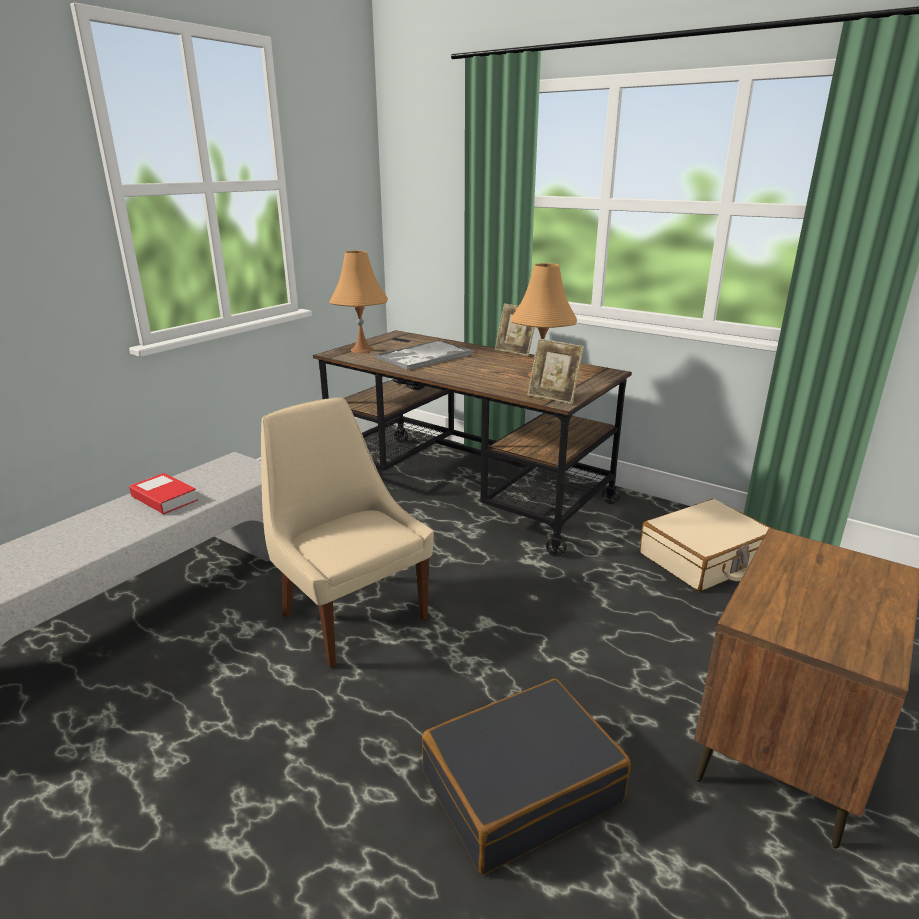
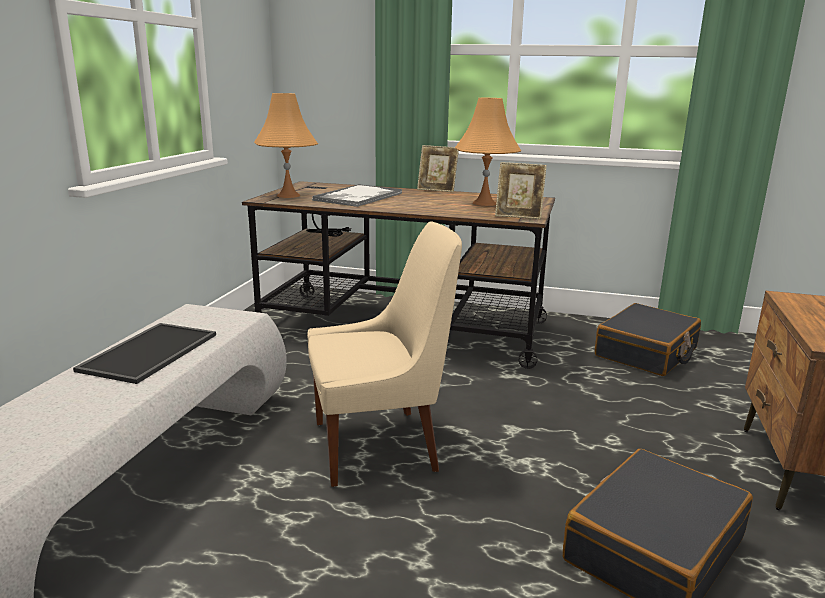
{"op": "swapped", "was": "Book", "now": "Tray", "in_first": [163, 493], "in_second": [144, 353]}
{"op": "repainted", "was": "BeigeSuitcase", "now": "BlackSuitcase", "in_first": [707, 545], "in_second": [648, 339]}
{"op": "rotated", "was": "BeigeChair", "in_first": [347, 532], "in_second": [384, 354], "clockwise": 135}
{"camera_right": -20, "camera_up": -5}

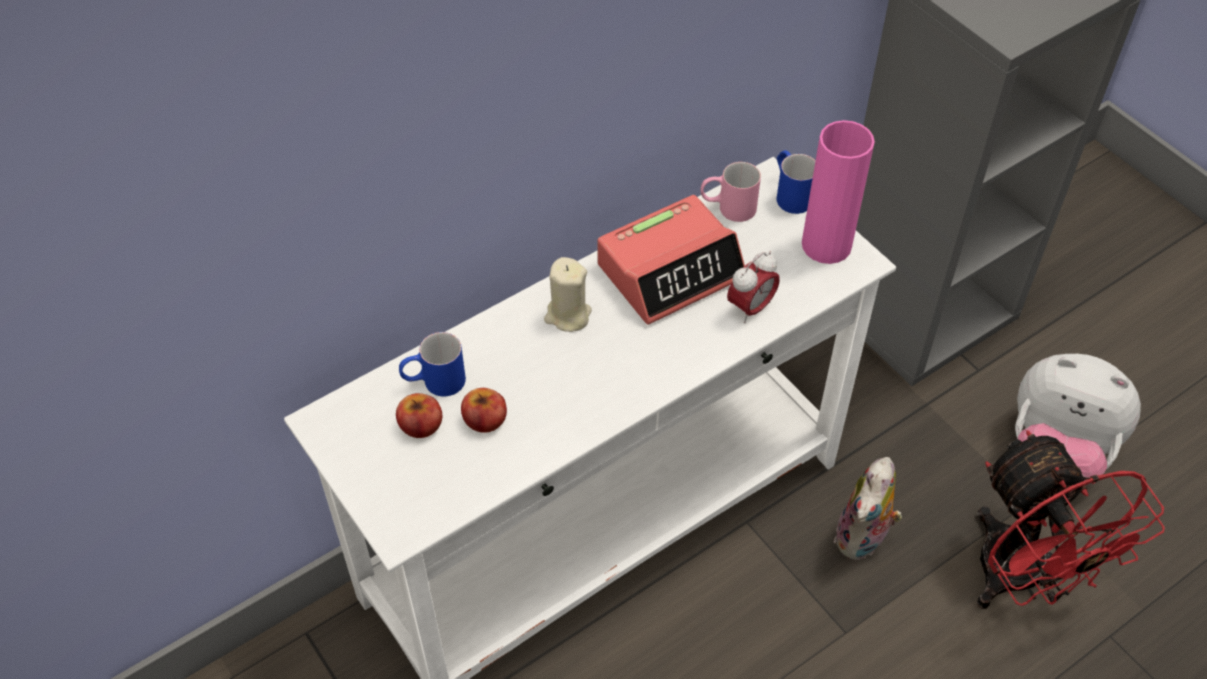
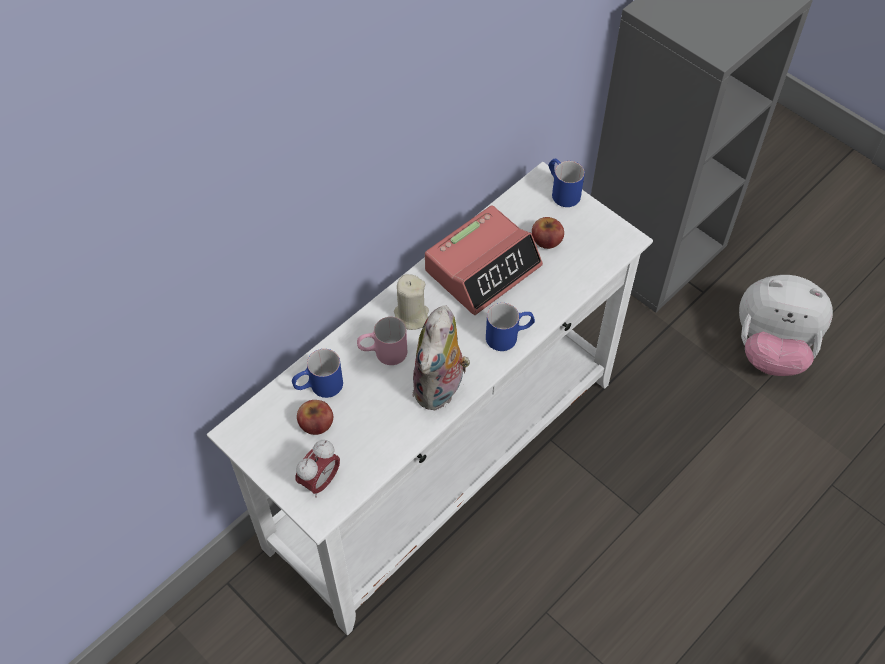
{"op": "gone", "was": "PinkVase", "in_first": [838, 192]}
{"op": "gone", "was": "RedFan", "in_first": [1071, 519]}
{"op": "new", "now": "BlueMug", "in_second": [510, 327]}
{"op": "shifted", "was": "Apple", "in_first": [484, 410], "in_second": [548, 233]}
{"op": "shifted", "was": "PinkMug", "in_first": [731, 192], "in_second": [382, 341]}
{"op": "shifted", "was": "AlarmClock", "in_first": [753, 287], "in_second": [317, 469]}
{"op": "shifted", "was": "PlushToy", "in_first": [868, 508], "in_second": [441, 357]}
{"camera_right": -10, "camera_up": 5}

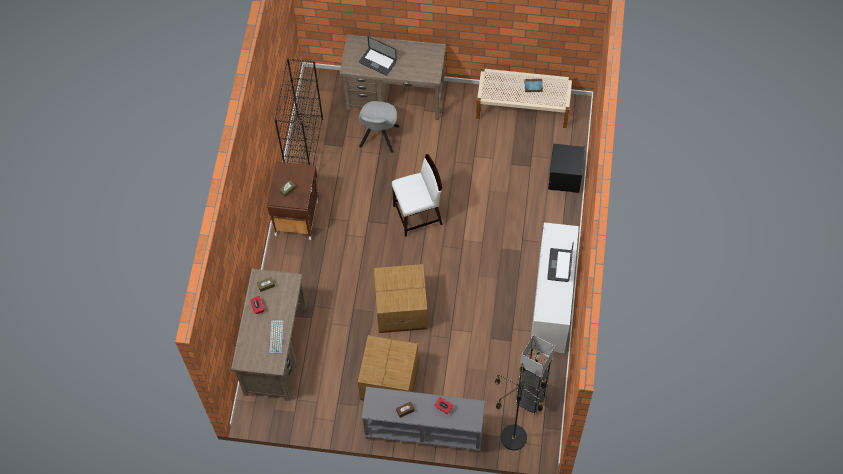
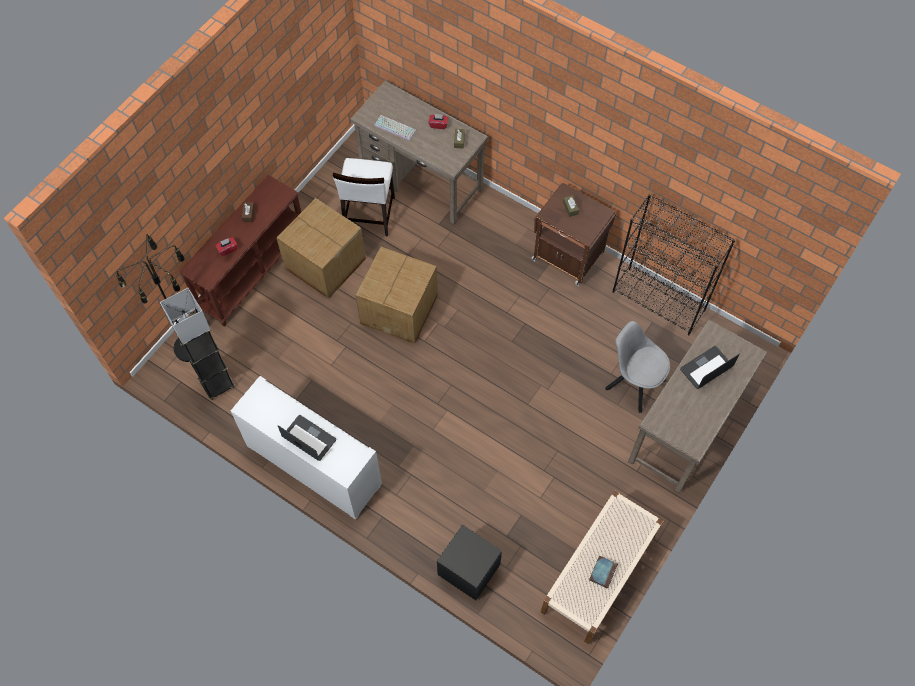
{"op": "shifted", "was": "WhiteChair", "in_first": [417, 195], "in_second": [364, 197]}
{"op": "repainted", "was": "GreyConsoleTable", "now": "BrownConsoleTable", "in_first": [423, 420], "in_second": [240, 251]}
{"camera_right": 115, "camera_up": 0}

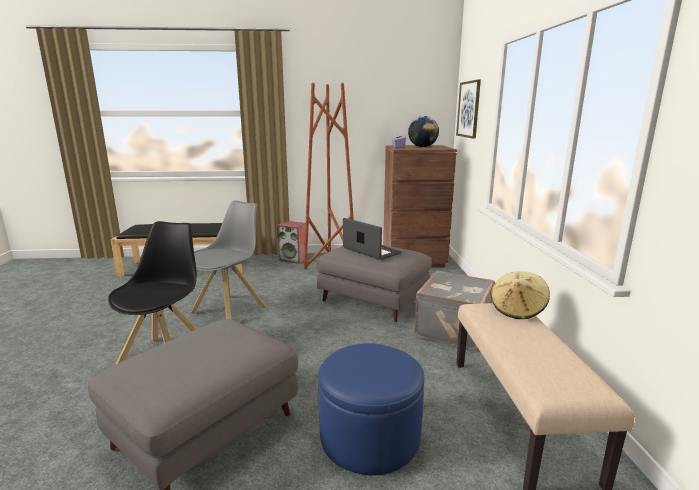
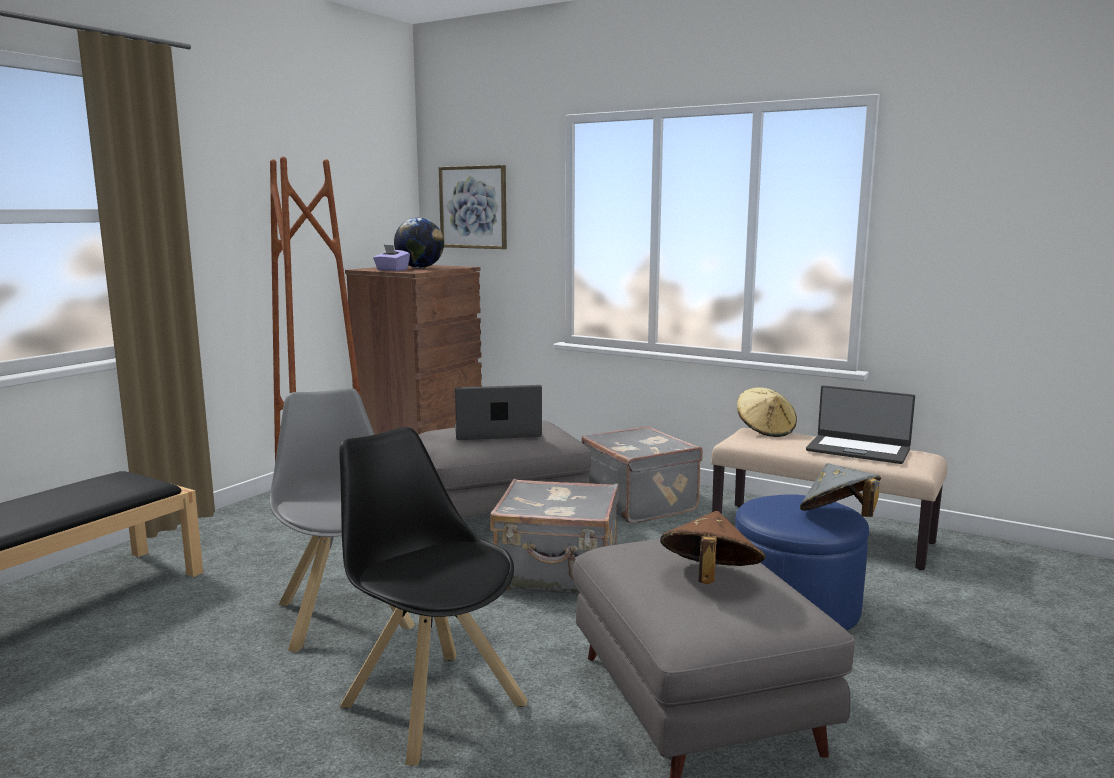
{"op": "gone", "was": "Speaker", "in_first": [291, 242]}
{"op": "new", "now": "GreySuitcase", "in_second": [554, 537]}
{"op": "new", "now": "BrownHat", "in_second": [712, 547]}
{"op": "new", "now": "GreyHat", "in_second": [840, 490]}
{"op": "new", "now": "Laptop", "in_second": [860, 424]}
{"camera_right": -55, "camera_up": -5}

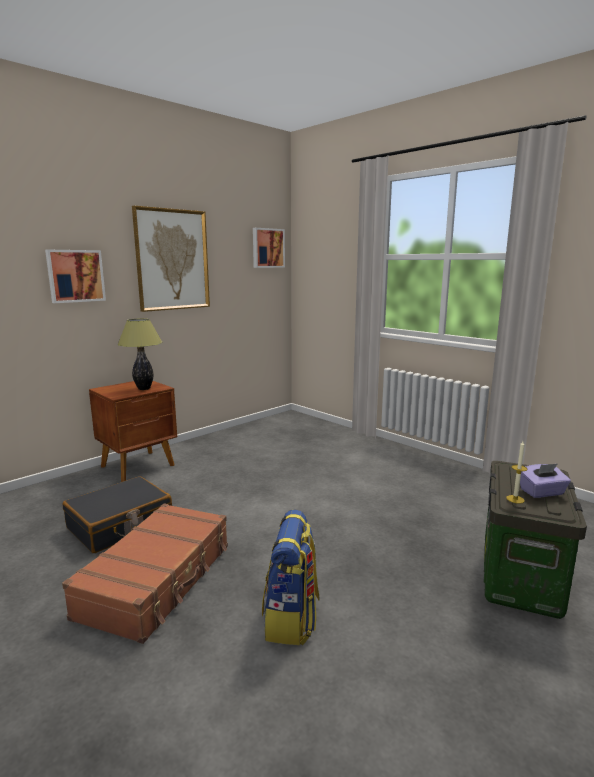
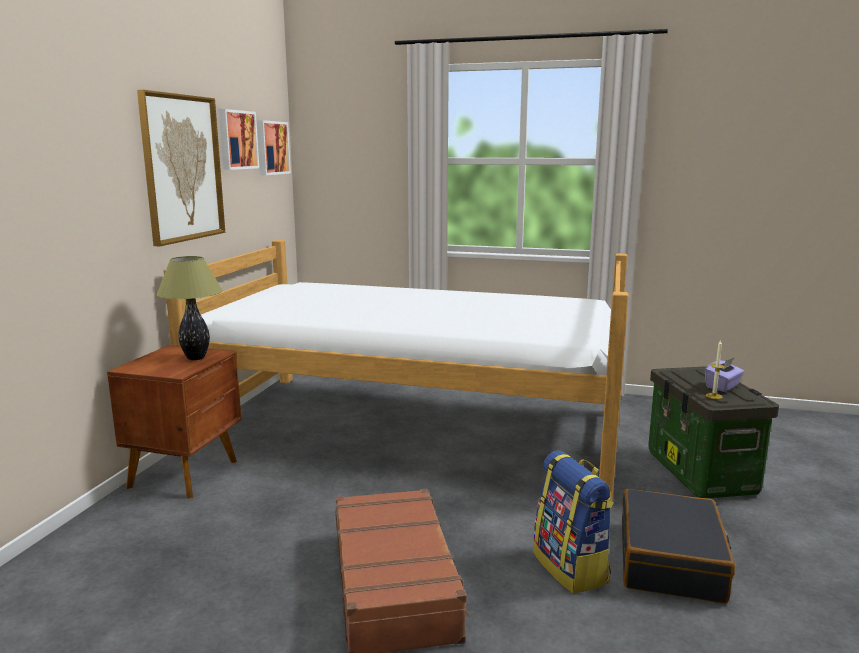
{"op": "new", "now": "Bed", "in_second": [395, 370]}
{"op": "shifted", "was": "Picture", "in_first": [75, 276], "in_second": [239, 139]}
{"op": "shifted", "was": "BlackSuitcase", "in_first": [117, 514], "in_second": [678, 546]}
{"camera_right": -30, "camera_up": 0}

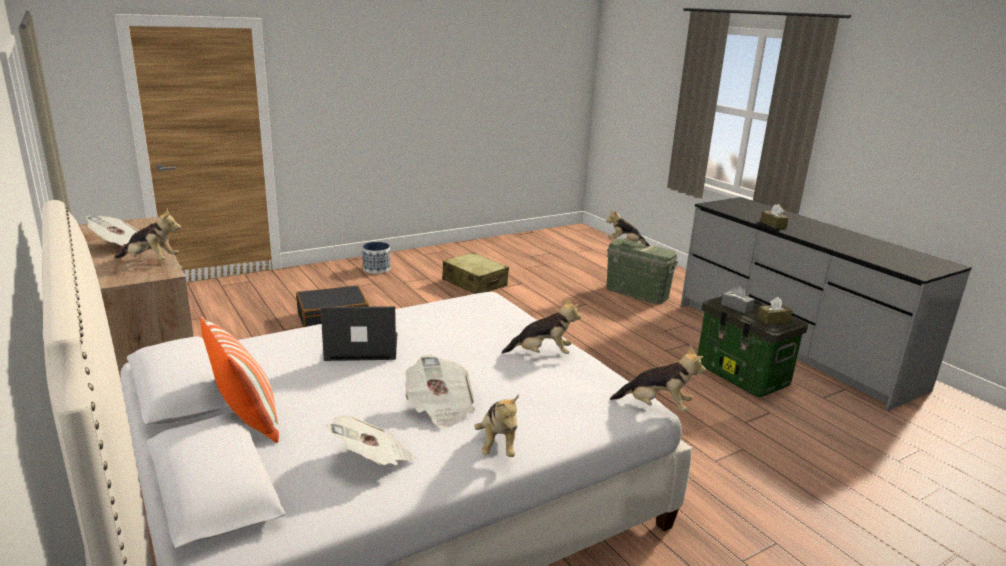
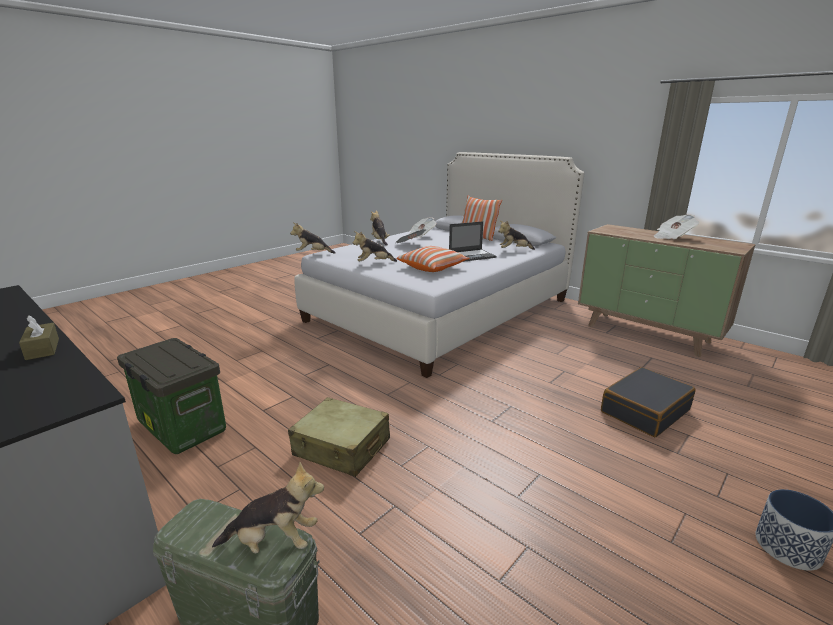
{"op": "gone", "was": "GreyTissueBox", "in_first": [738, 299]}
{"op": "gone", "was": "BrownTissueBox", "in_first": [775, 310]}
{"op": "new", "now": "Pillow", "in_second": [432, 259]}
{"op": "shifted", "was": "PlushToy", "in_first": [148, 234], "in_second": [516, 235]}
{"op": "shifted", "was": "BeigeSuitcase", "in_first": [475, 273], "in_second": [339, 437]}
{"camera_right": 165, "camera_up": 0}

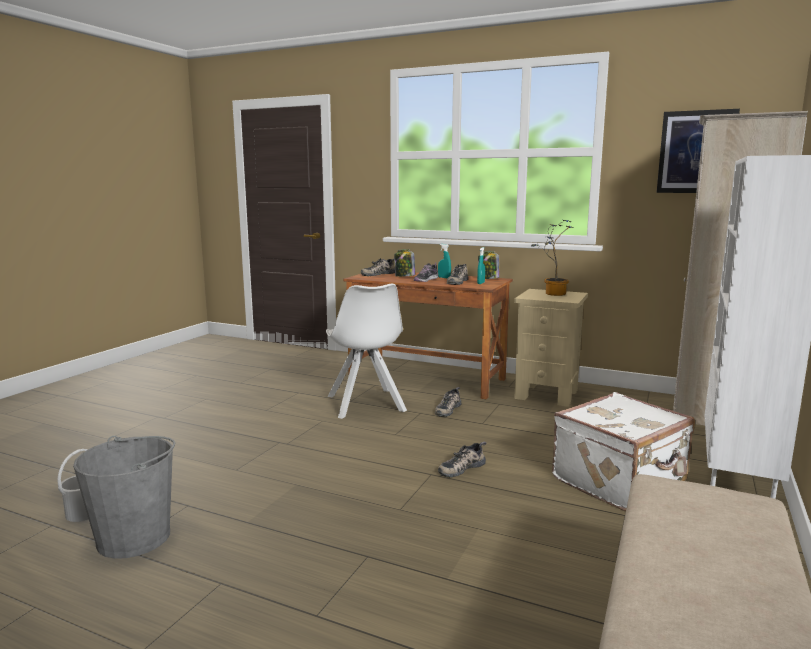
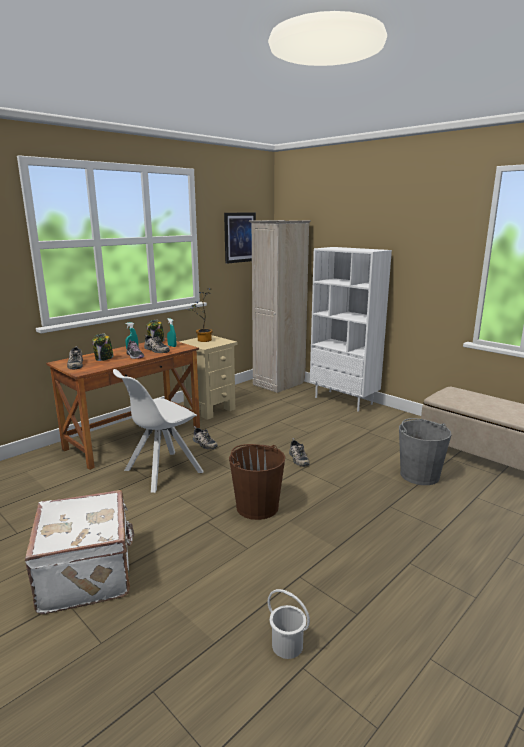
{"op": "new", "now": "BrownBucket", "in_second": [257, 482]}
{"op": "shifted", "was": "GreyBucket", "in_first": [124, 497], "in_second": [425, 451]}
{"op": "shifted", "was": "WhiteSuitcase", "in_first": [623, 451], "in_second": [79, 552]}
{"op": "rotated", "was": "WhiteChair", "in_first": [366, 351], "in_second": [158, 431], "clockwise": 135}
{"camera_right": -70, "camera_up": 5}

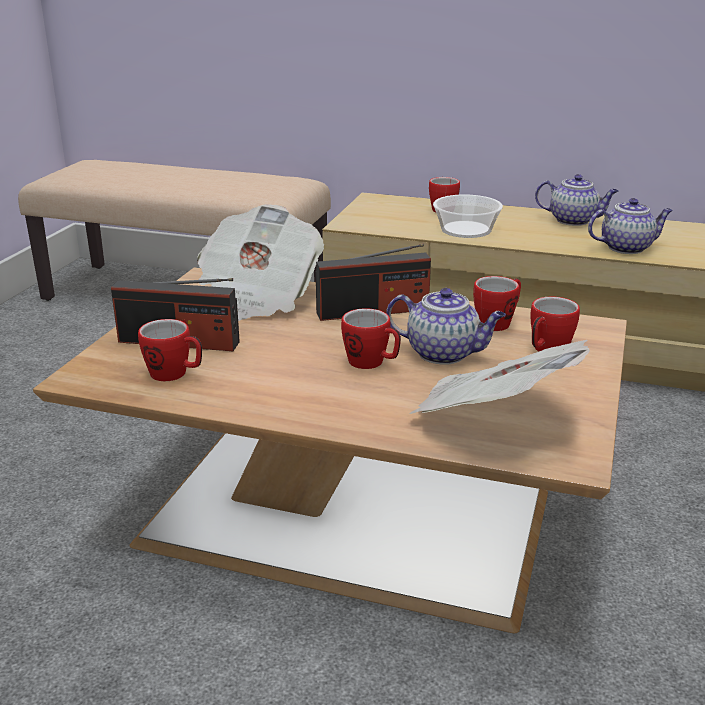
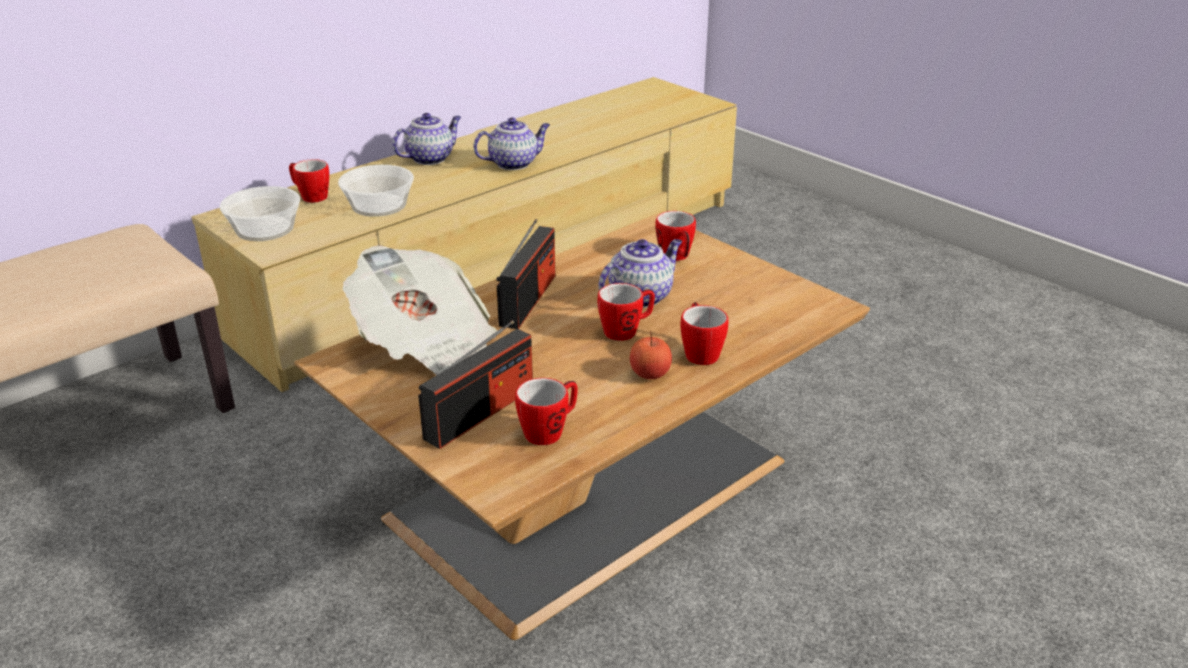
{"op": "gone", "was": "Newspaper", "in_first": [499, 377]}
{"op": "new", "now": "Bowl", "in_second": [259, 213]}
{"op": "new", "now": "Apple", "in_second": [651, 355]}
{"op": "shifted", "was": "Mug", "in_first": [497, 303], "in_second": [704, 333]}
{"op": "rotated", "was": "Teapot", "in_first": [630, 226], "in_second": [511, 143], "clockwise": 45}
{"camera_right": -60, "camera_up": 5}

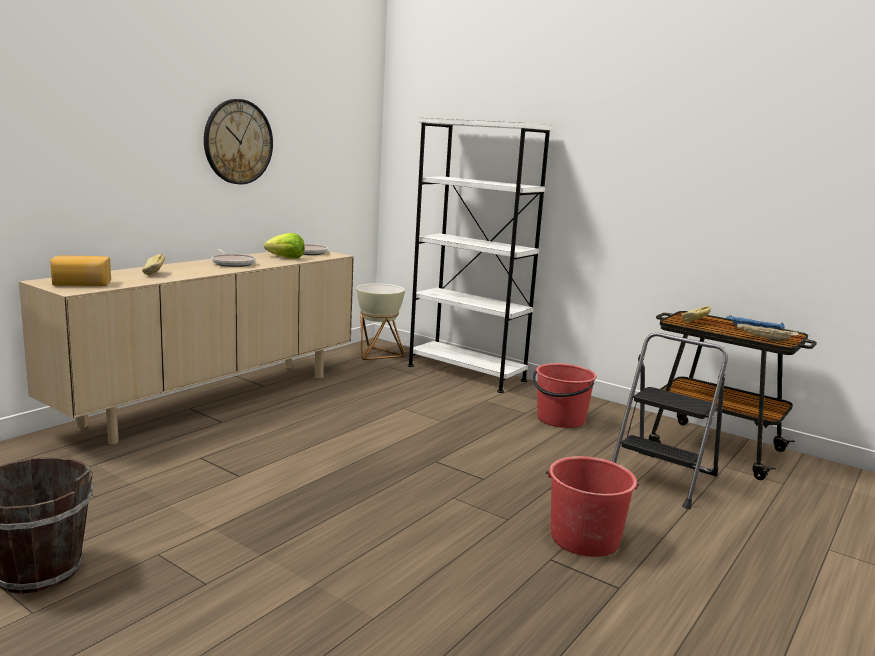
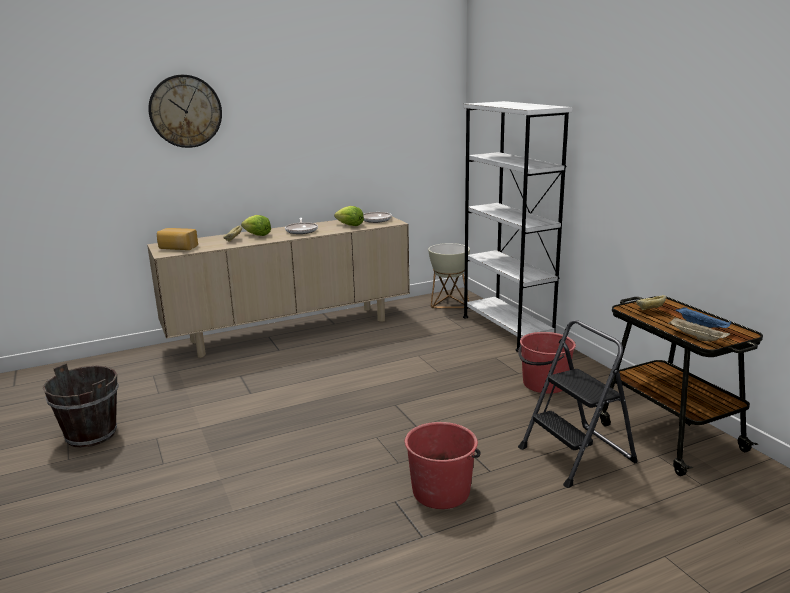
{"op": "new", "now": "Lettuce", "in_second": [256, 225]}
{"op": "shifted", "was": "WallClock", "in_first": [238, 142], "in_second": [185, 111]}
{"camera_right": 30, "camera_up": 5}

